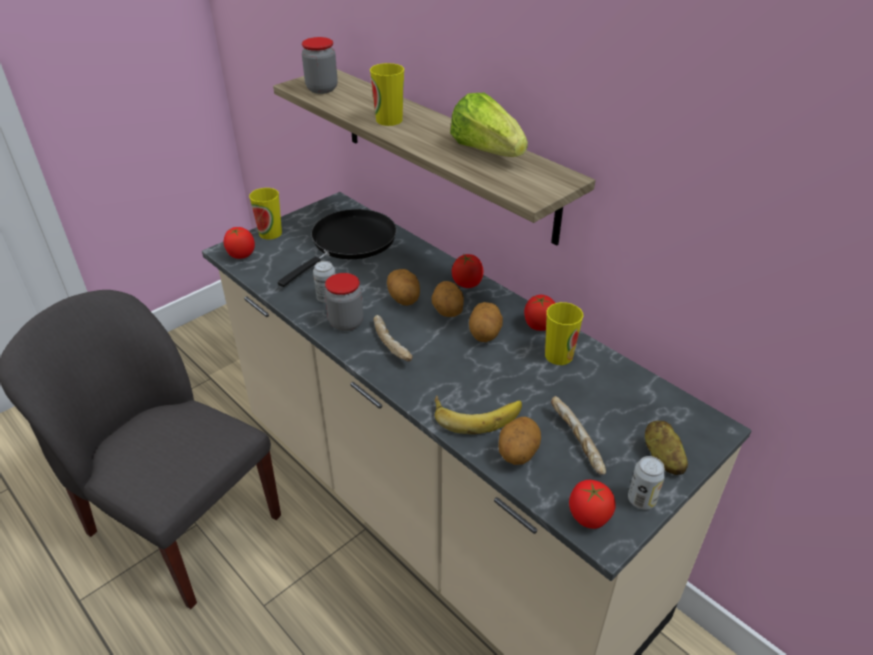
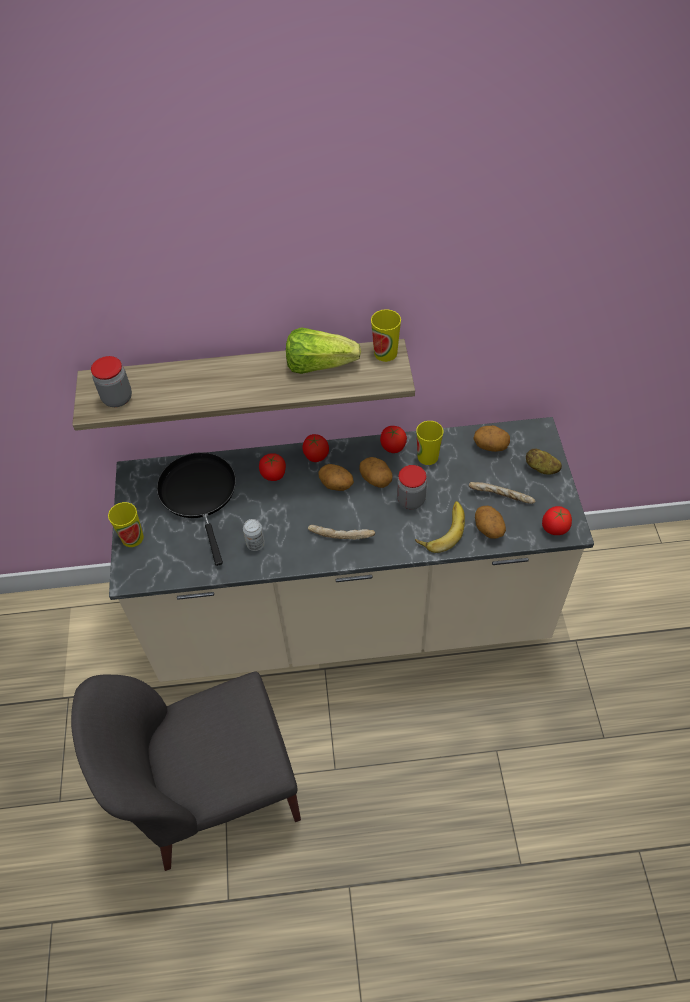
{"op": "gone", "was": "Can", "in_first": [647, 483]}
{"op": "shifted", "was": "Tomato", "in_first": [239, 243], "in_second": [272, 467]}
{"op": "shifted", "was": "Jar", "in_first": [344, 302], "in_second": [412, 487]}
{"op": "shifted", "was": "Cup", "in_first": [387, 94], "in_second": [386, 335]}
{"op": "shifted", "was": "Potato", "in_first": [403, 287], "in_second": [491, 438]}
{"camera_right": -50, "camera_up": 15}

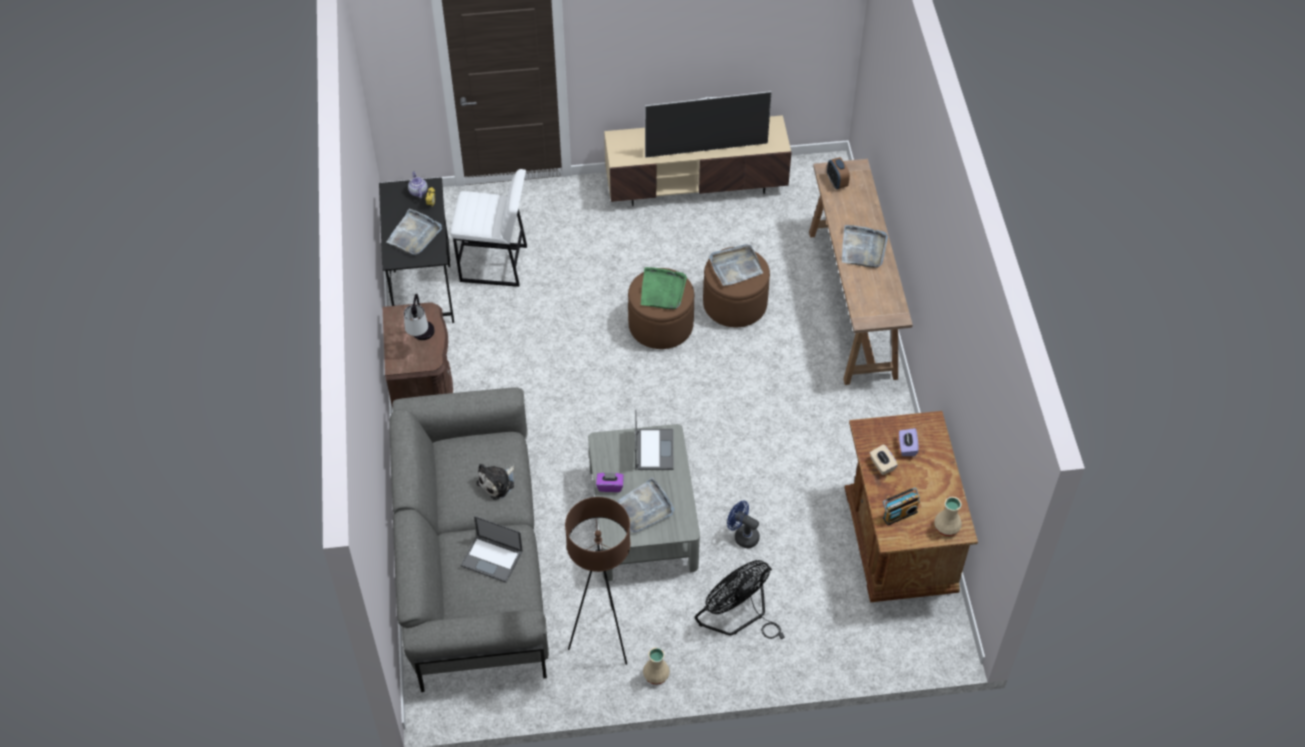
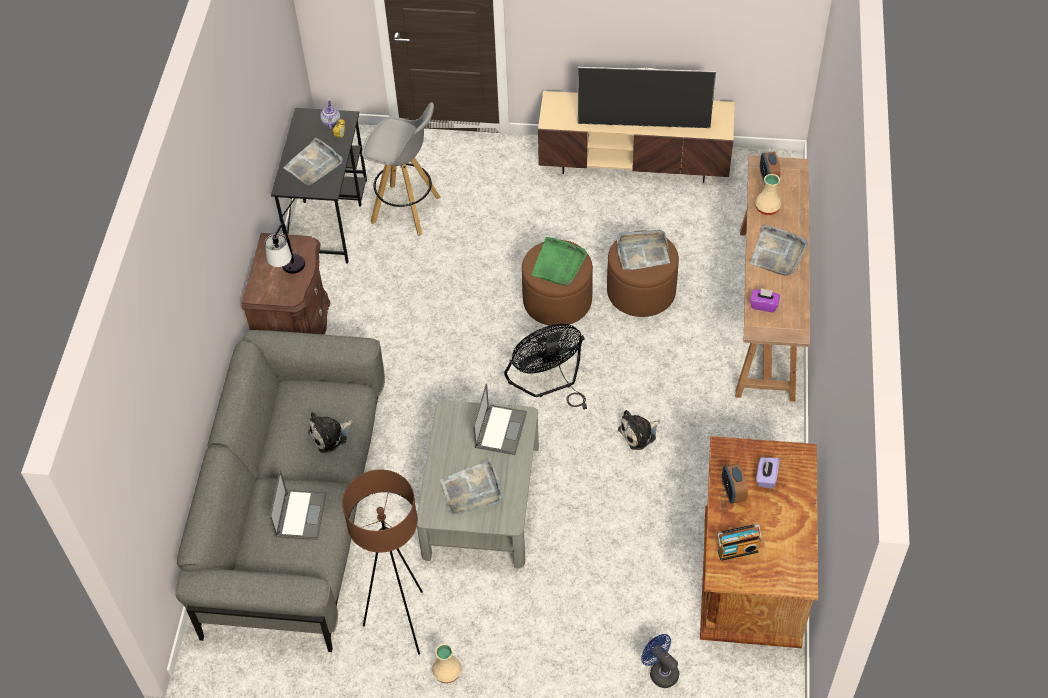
{"op": "new", "now": "PlushToy", "in_second": [639, 430]}
{"op": "shifted", "was": "PurpleTissueBox", "in_first": [610, 482], "in_second": [765, 300]}
{"op": "shifted", "was": "BlackFan", "in_first": [740, 599], "in_second": [545, 367]}
{"op": "shifted", "was": "BlueFan", "in_first": [743, 524], "in_second": [660, 661]}
{"op": "shifted", "was": "BeigeVase", "in_first": [948, 516], "in_second": [768, 194]}
{"op": "swapped", "was": "WhiteChair", "now": "GreyStool", "in_first": [489, 228], "in_second": [401, 169]}
{"op": "swapped", "was": "BeigeTissueBox", "now": "AlarmClock", "in_first": [884, 459], "in_second": [735, 483]}
{"op": "rotated", "was": "Laptop", "in_first": [492, 549], "in_second": [298, 505], "clockwise": -120}
{"camera_right": 15, "camera_up": 0}

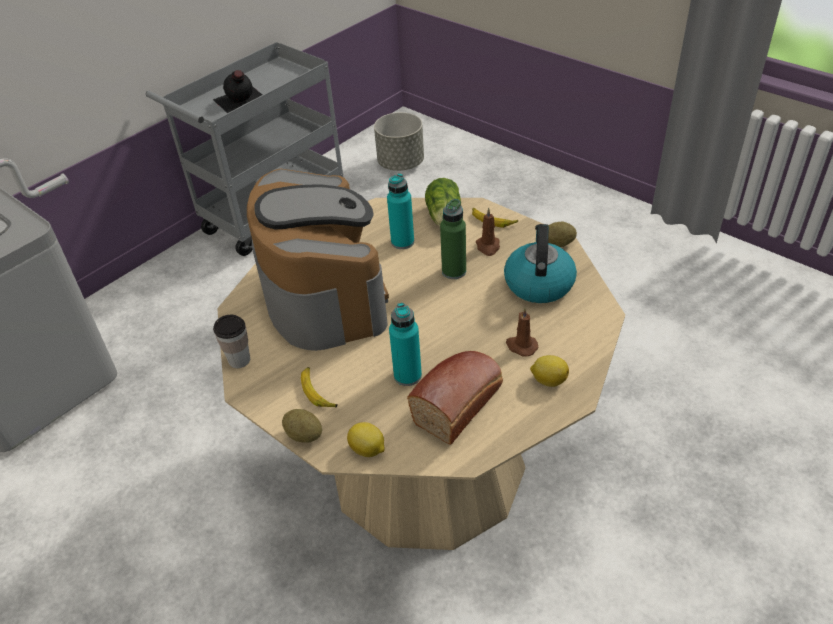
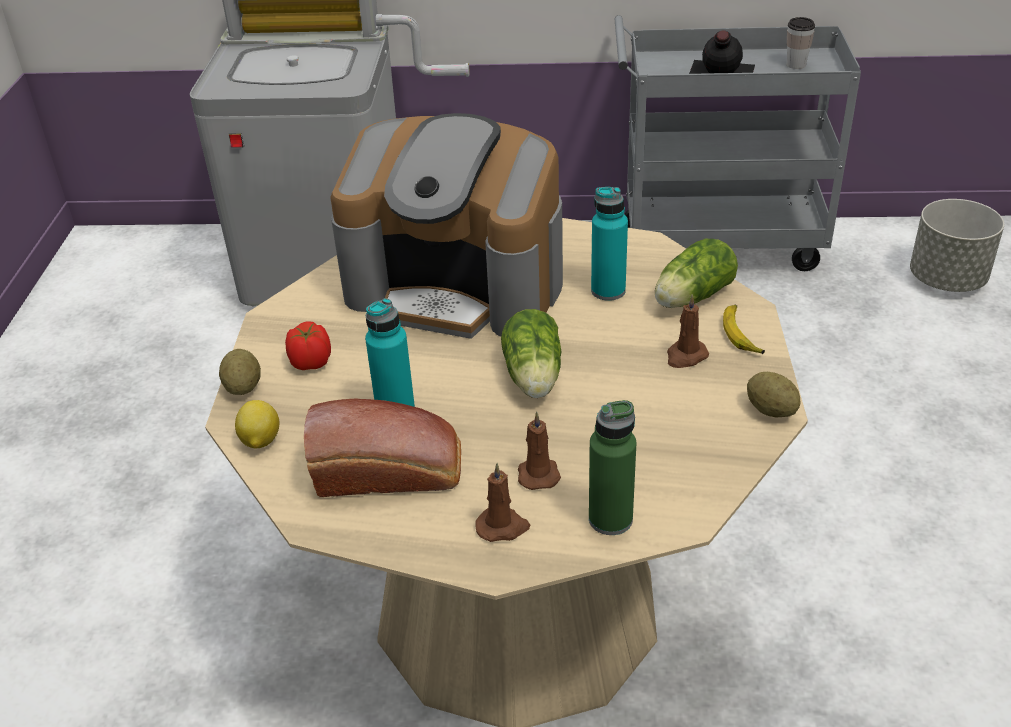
{"op": "gone", "was": "Kettle", "in_first": [540, 263]}
{"op": "new", "now": "Lettuce", "in_second": [531, 353]}
{"op": "shifted", "was": "Cup", "in_first": [231, 341], "in_second": [801, 43]}
{"op": "shifted", "was": "GreenBottle", "in_first": [453, 239], "in_second": [612, 467]}
{"op": "swapped", "was": "Banana", "now": "Tomato", "in_first": [319, 387], "in_second": [308, 345]}
{"op": "swapped", "was": "Lemon", "now": "BrownCandle", "in_first": [549, 371], "in_second": [503, 502]}
{"op": "rotated", "was": "CoffeeMachine", "in_first": [318, 260], "in_second": [446, 226], "clockwise": 75}
{"camera_right": 50, "camera_up": -5}

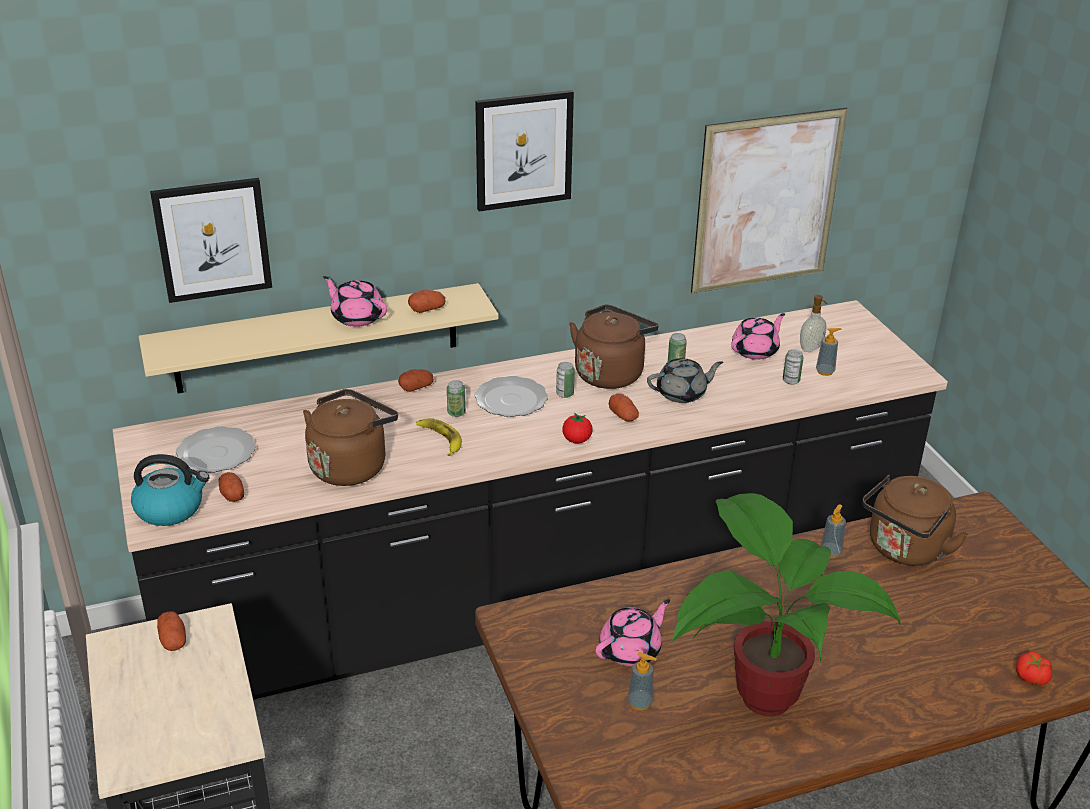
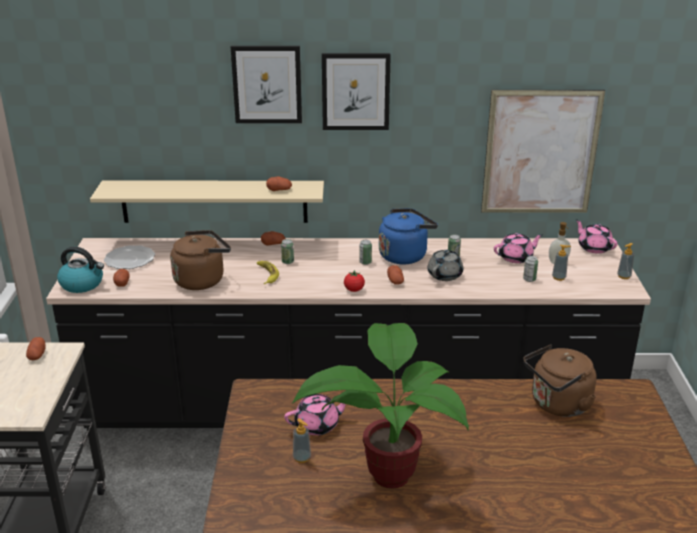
{"op": "gone", "was": "Plate", "in_first": [511, 396]}
{"op": "gone", "was": "Tomato", "in_first": [1034, 668]}
{"op": "shifted", "was": "Picture", "in_first": [211, 240], "in_second": [266, 84]}
{"op": "shifted", "was": "PinkTeapot", "in_first": [355, 301], "in_second": [597, 236]}
{"op": "shifted", "was": "SoapDispenser", "in_first": [833, 531], "in_second": [625, 261]}
{"op": "repainted", "was": "BrownKettle", "now": "BlueKettle", "in_first": [613, 347], "in_second": [408, 236]}
{"op": "rotated", "was": "GreyTeapot", "in_first": [685, 380], "in_second": [445, 262], "clockwise": -60}
{"camera_right": 20, "camera_up": -5}

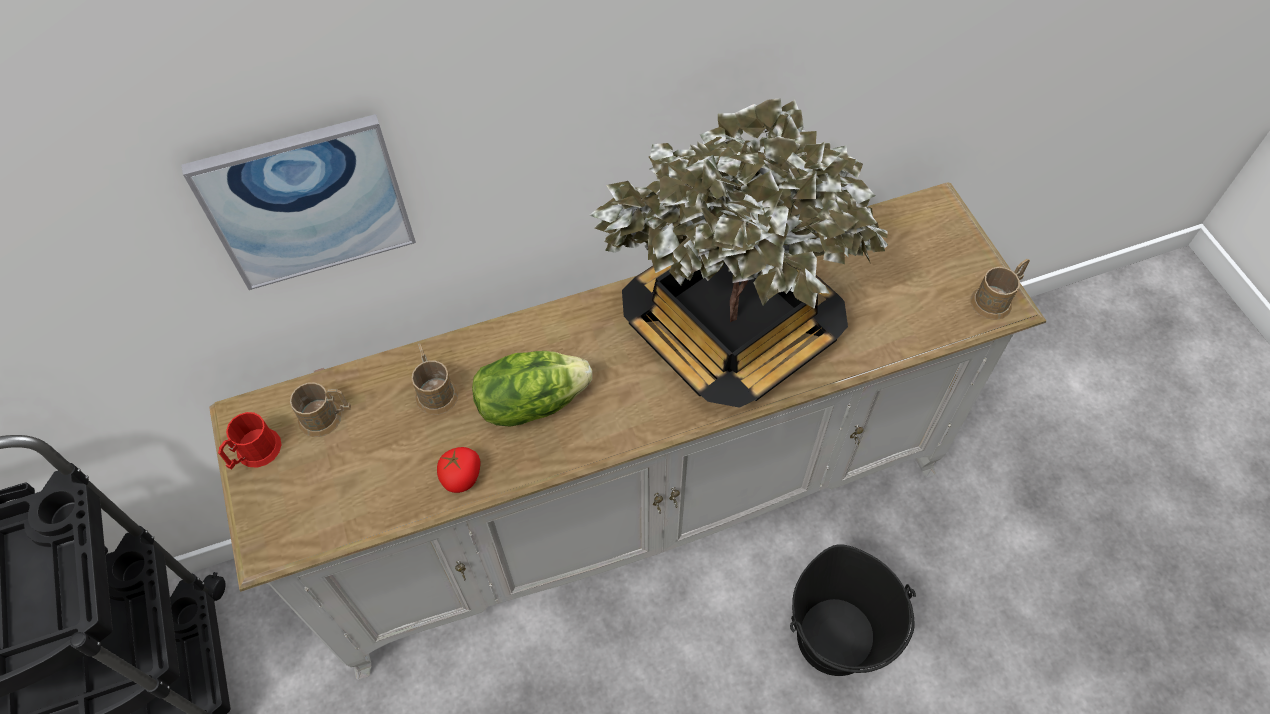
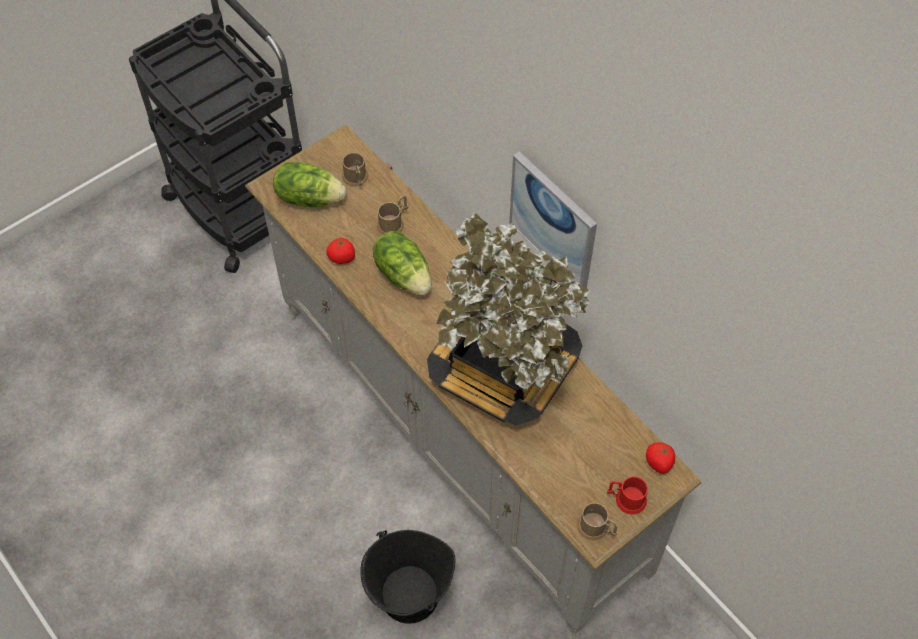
{"op": "new", "now": "Lettuce", "in_second": [309, 184]}
{"op": "new", "now": "Tomato", "in_second": [660, 458]}
{"op": "shifted", "was": "Picture", "in_first": [298, 202], "in_second": [553, 219]}
{"op": "shifted", "was": "RedMug", "in_first": [250, 441], "in_second": [627, 495]}
{"camera_right": 70, "camera_up": 0}

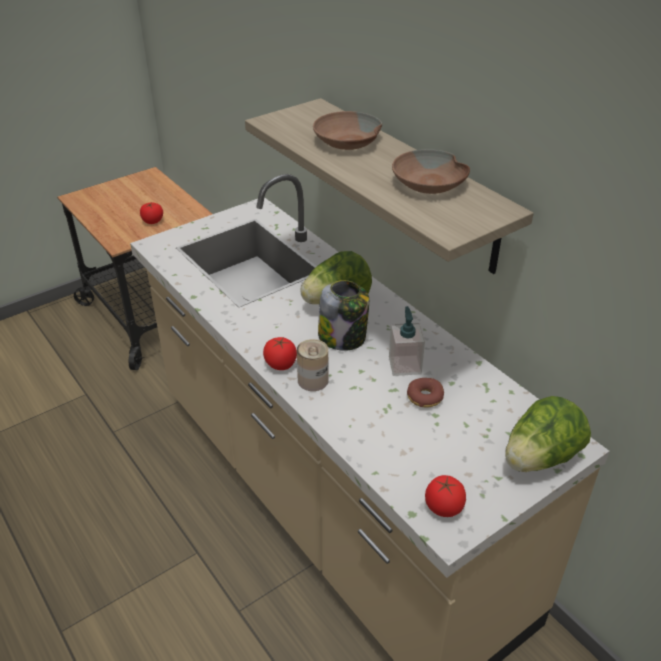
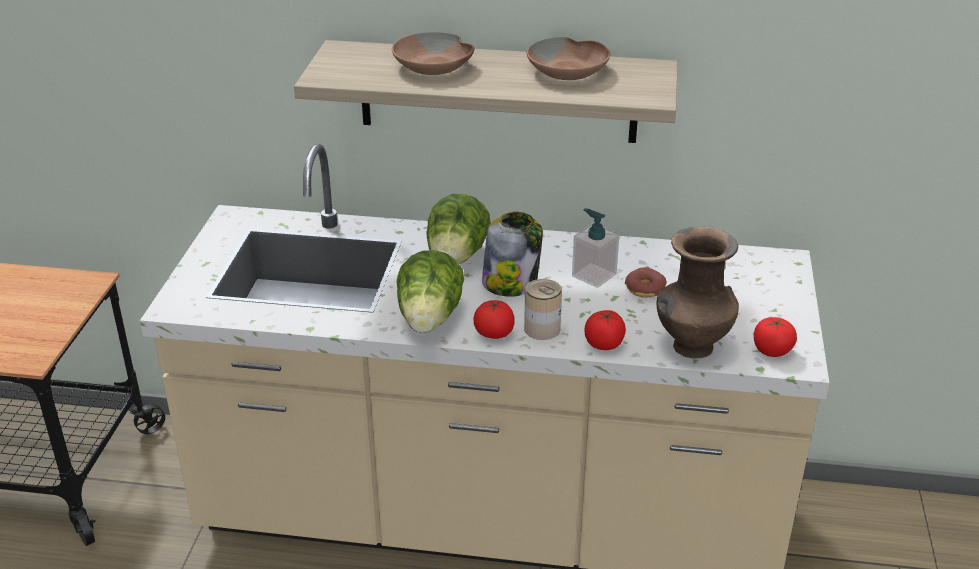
{"op": "new", "now": "BrownVase", "in_second": [697, 293]}
{"op": "shifted", "was": "Tomato", "in_first": [151, 213], "in_second": [605, 330]}
{"op": "shifted", "was": "Lettuce", "in_first": [548, 434], "in_second": [430, 291]}
{"camera_right": -45, "camera_up": -5}

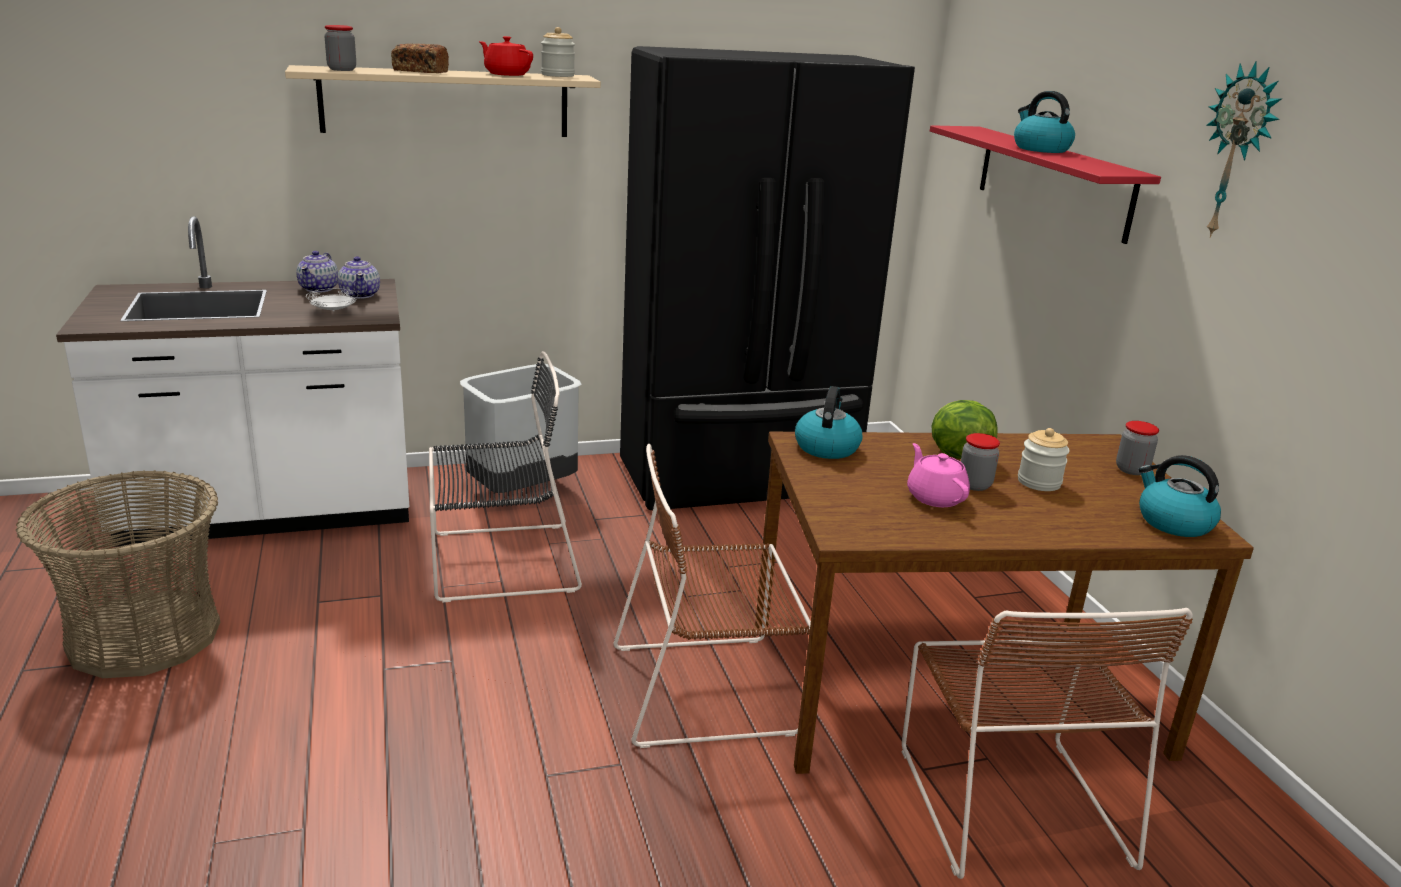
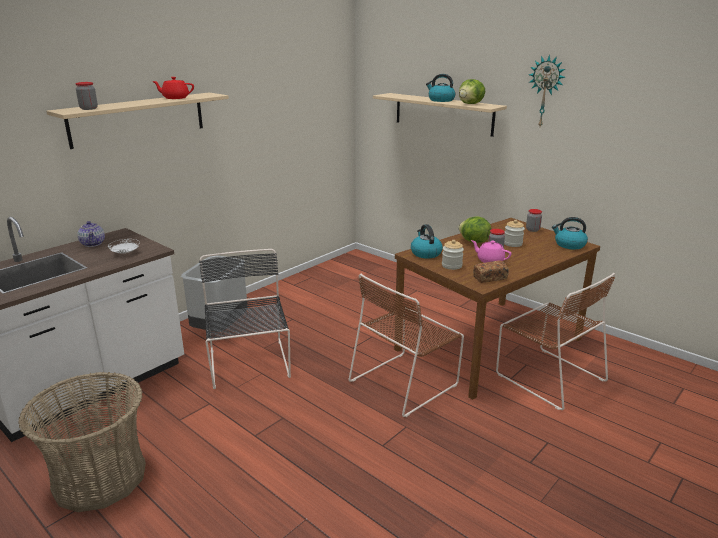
{"op": "gone", "was": "Teapot", "in_first": [359, 277]}
{"op": "gone", "was": "BlackFridge", "in_first": [767, 278]}
{"op": "new", "now": "Lettuce", "in_second": [472, 91]}
{"op": "shifted", "was": "Bread", "in_first": [420, 58], "in_second": [491, 271]}
{"op": "shifted", "was": "Jar", "in_first": [558, 52], "in_second": [453, 255]}
{"op": "repainted", "was": "RedShelf", "now": "BeigeShelf", "in_first": [1045, 184], "in_second": [440, 115]}
{"op": "rotated", "was": "BlackChair", "in_first": [505, 477], "in_second": [245, 319], "clockwise": -60}
{"camera_right": -30, "camera_up": 0}

